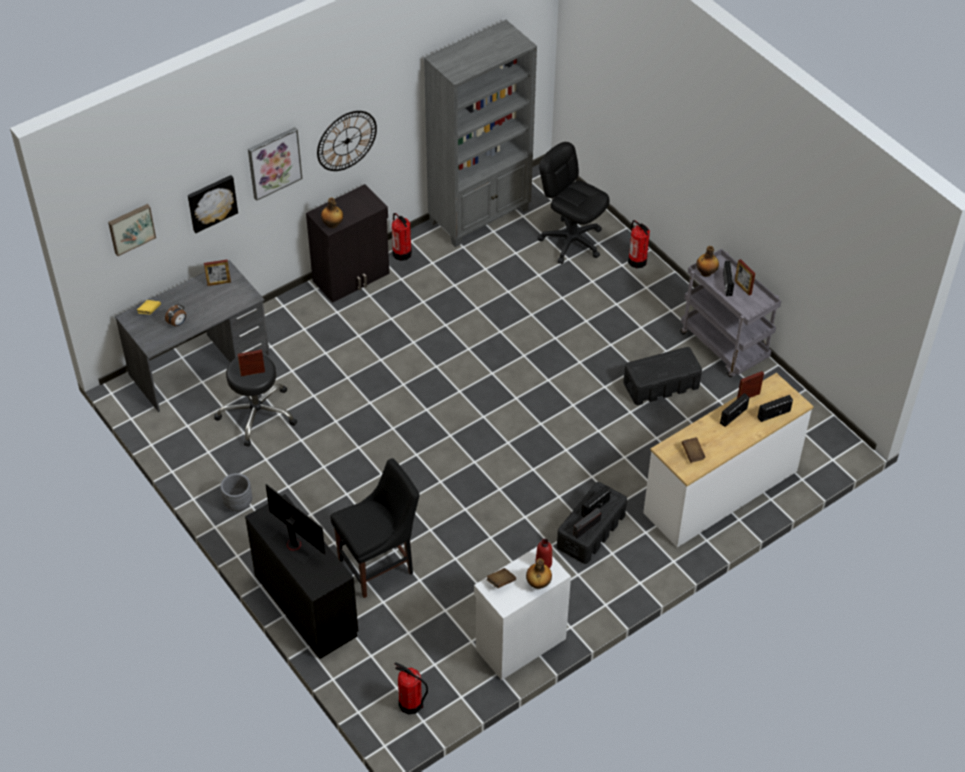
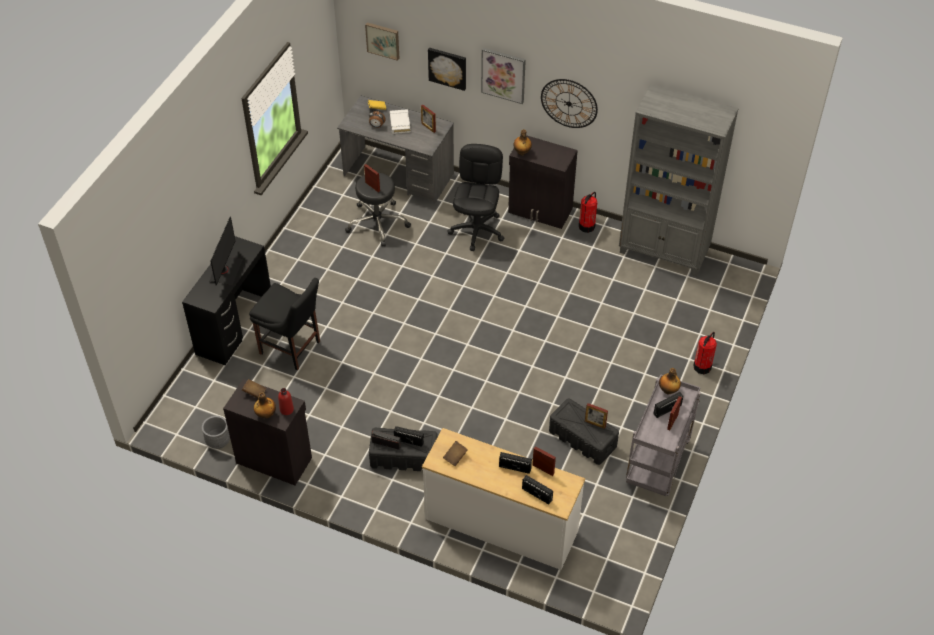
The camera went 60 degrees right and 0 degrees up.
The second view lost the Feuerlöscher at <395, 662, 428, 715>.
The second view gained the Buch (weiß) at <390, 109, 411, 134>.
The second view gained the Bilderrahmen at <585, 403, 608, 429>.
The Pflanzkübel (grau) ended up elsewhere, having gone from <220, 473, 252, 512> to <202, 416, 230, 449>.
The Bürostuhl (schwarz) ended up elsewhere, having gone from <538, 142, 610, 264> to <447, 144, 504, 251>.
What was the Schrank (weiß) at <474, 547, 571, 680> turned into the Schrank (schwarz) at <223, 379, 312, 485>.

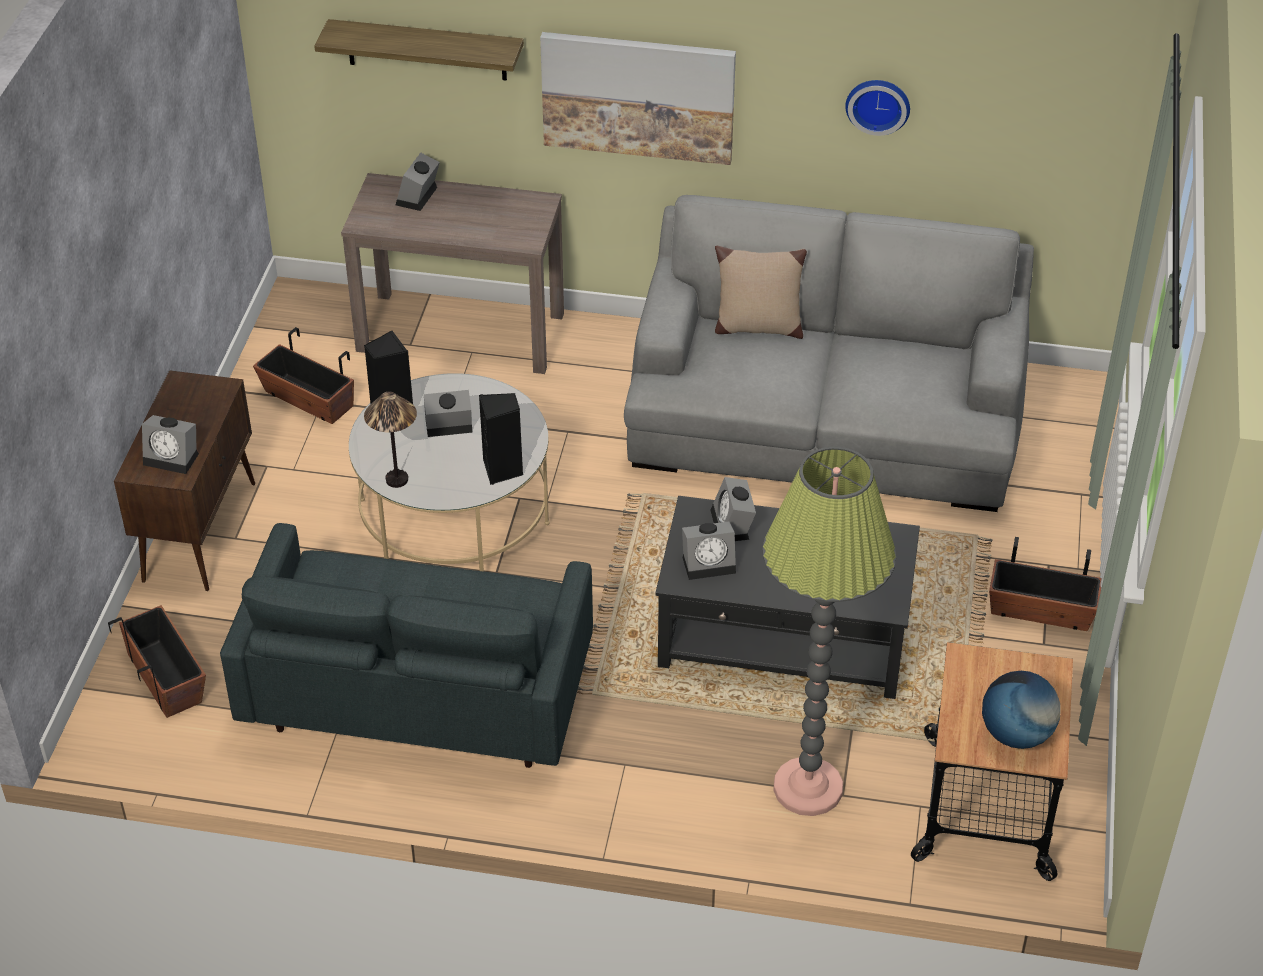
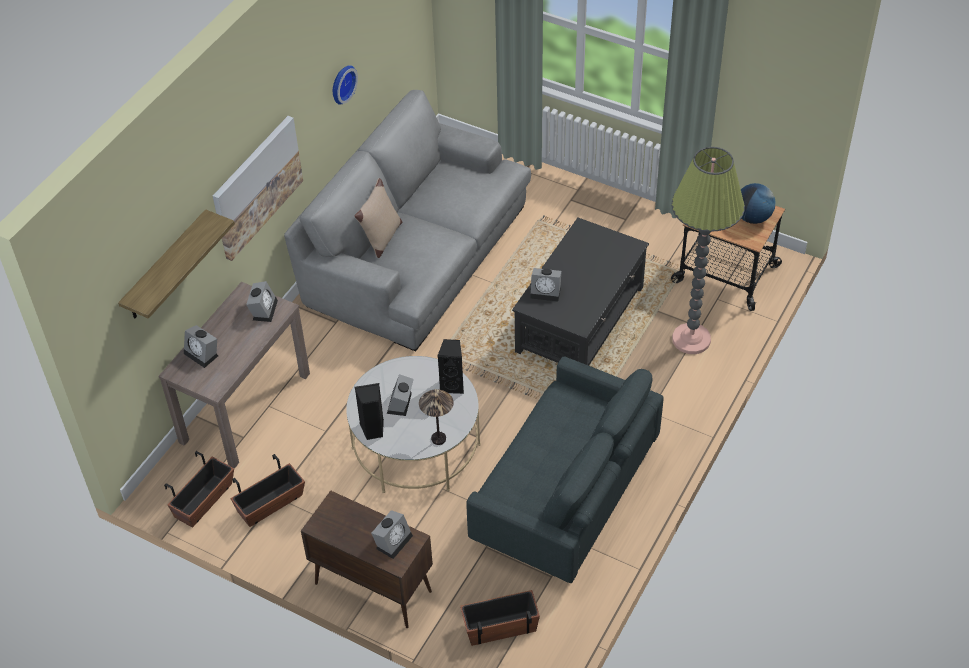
The camera went 70 degrees left and 5 degrees up.
The Wecker ended up elsewhere, having gone from <682, 521, 736, 580> to <246, 281, 278, 322>.
The Pflanzkübel ended up elsewhere, having gone from <989, 537, 1102, 631> to <164, 451, 234, 528>.

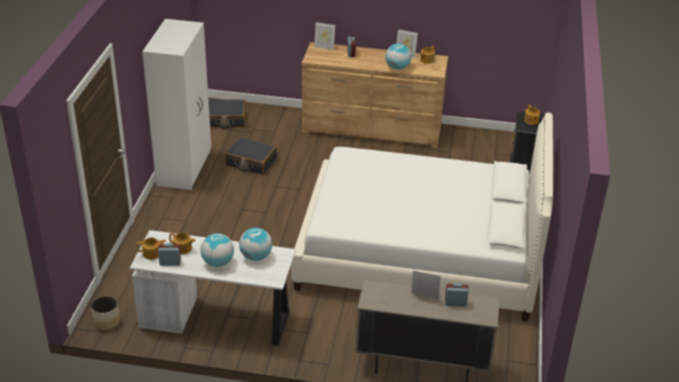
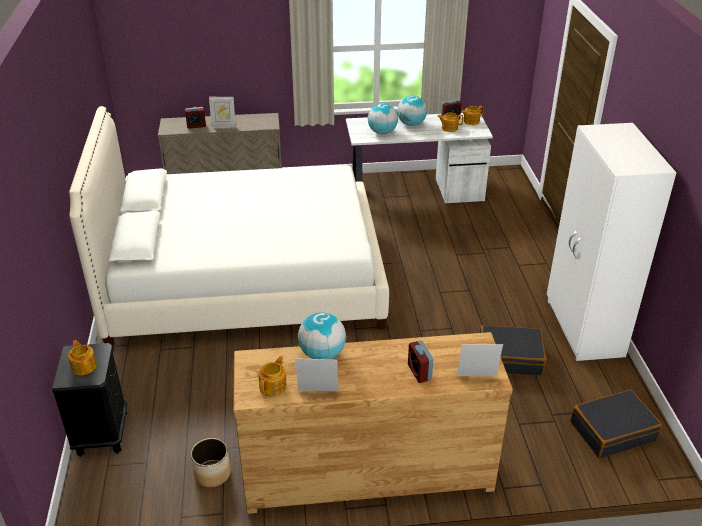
The camera went 165 degrees right and 0 degrees up.
The Pflanzkübel ended up elsewhere, having gone from <91, 296, 120, 330> to <191, 438, 231, 487>.

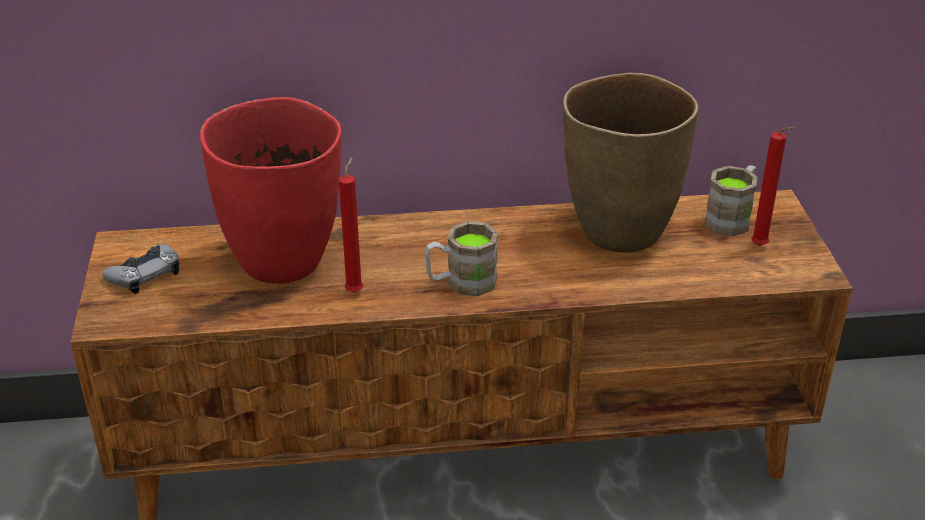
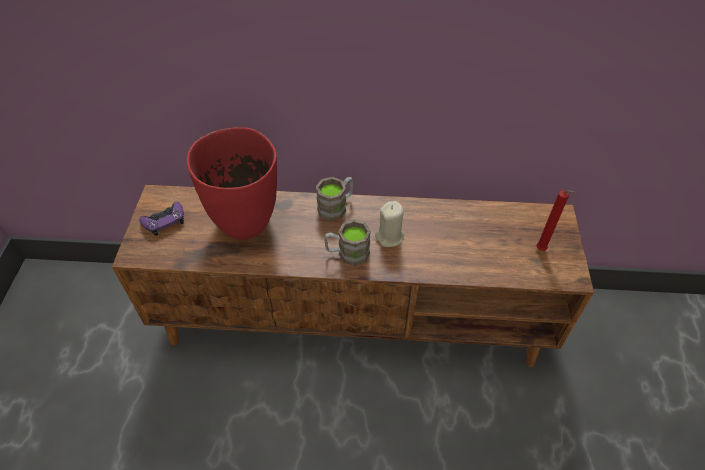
The camera went 10 degrees right and 15 degrees up.
The second view lost the Kerze (rot) at <339, 157, 363, 293>.
The second view lost the Vase (braun) at <563, 73, 698, 253>.
The second view gained the Kerze (beige) at <375, 201, 404, 247>.
The Henkelbecher (braun) ended up elsewhere, having gone from <704, 165, 758, 236> to <316, 177, 353, 221>.
What was the Gamepad (grau) at <102, 244, 179, 294> turned into the Gamepad (lila) at <139, 202, 184, 236>.

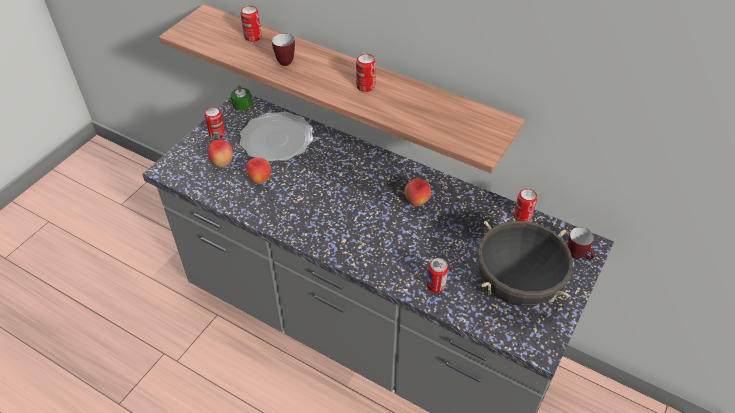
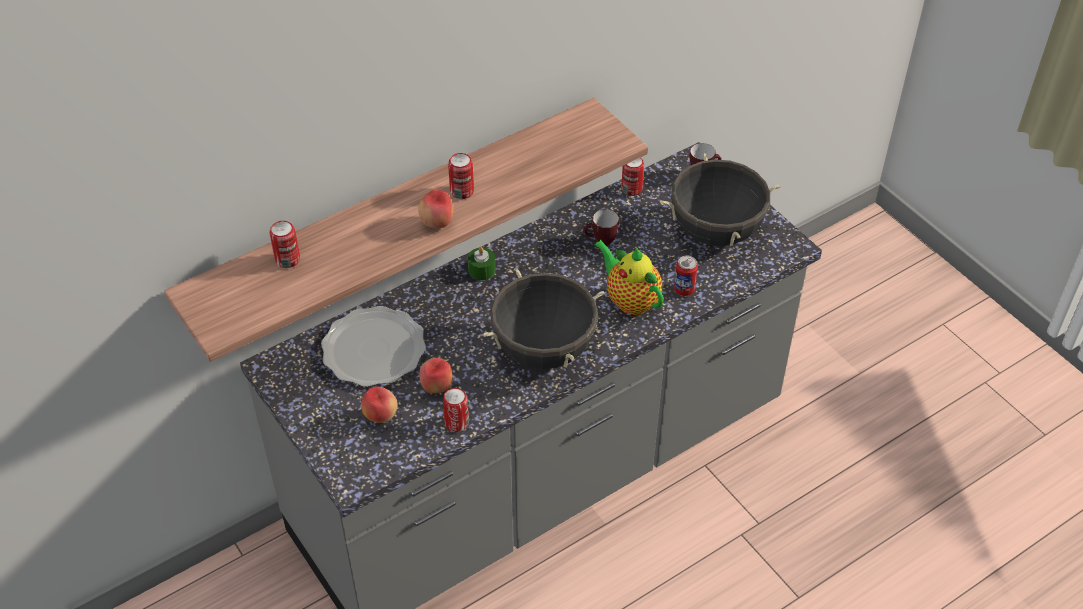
The camera went 65 degrees left and 0 degrees up.
The second view gained the Kochtopf (schwarz) at <483, 269, 604, 369>.
The second view gained the Teekanne at <594, 240, 663, 315>.
The Dose ended up elsewhere, having gone from <205, 107, 225, 139> to <443, 388, 469, 432>.
The Kerze (grün) ended up elsewhere, having gone from <231, 85, 252, 111> to <468, 247, 496, 280>.
The Henkelbecher ended up elsewhere, having gone from <272, 33, 295, 66> to <584, 209, 619, 246>.
The Apfel ended up elsewhere, having gone from <404, 178, 431, 206> to <418, 190, 453, 228>.

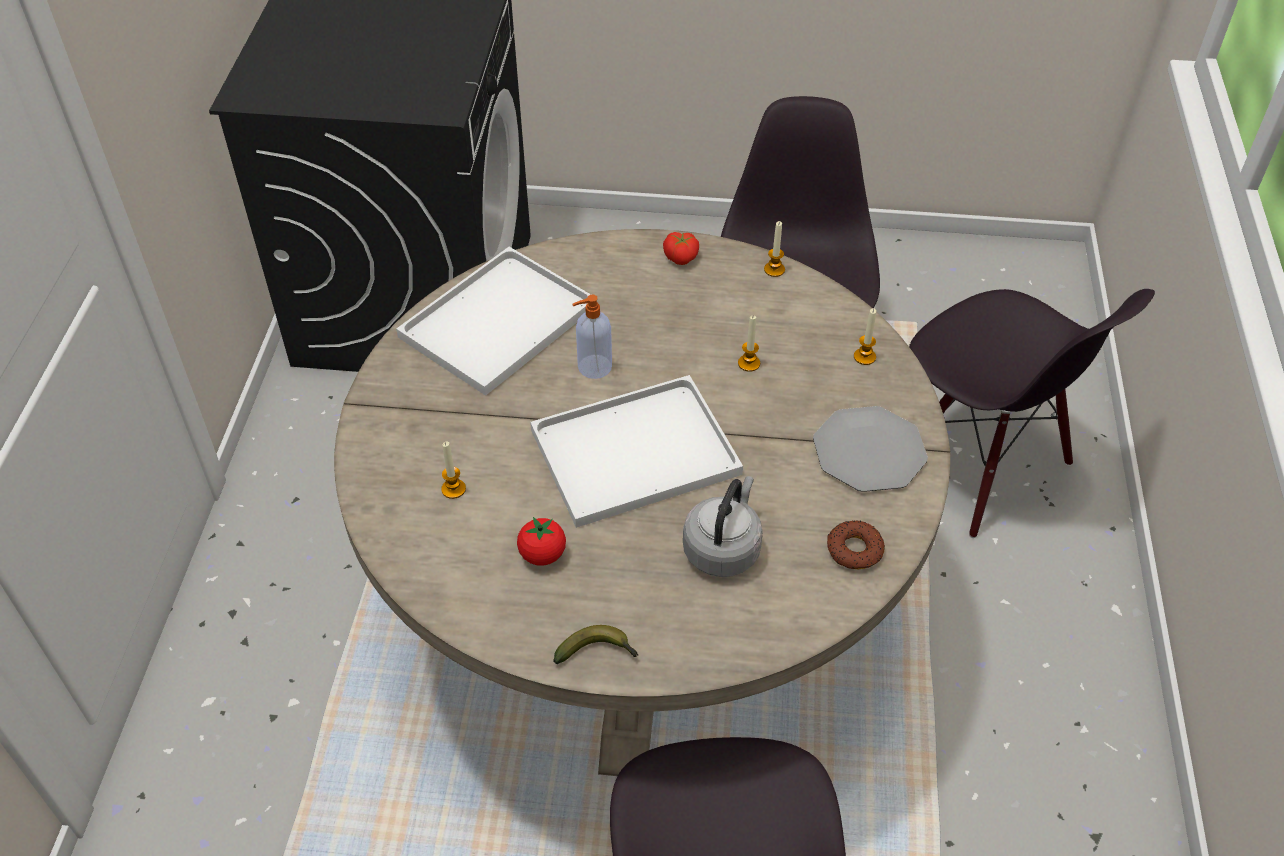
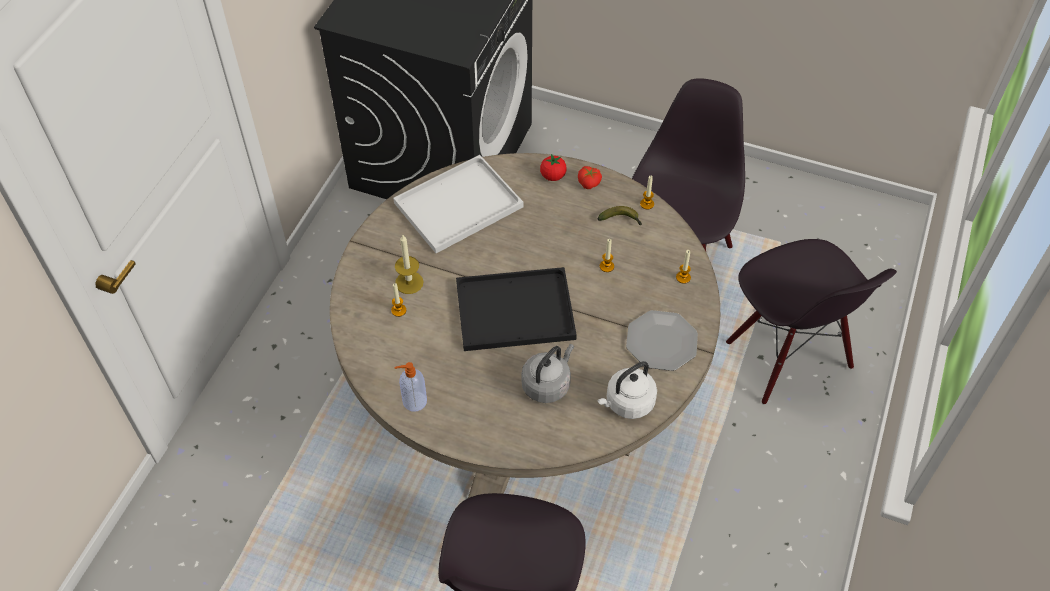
The camera went 15 degrees right and 5 degrees up.
The second view gained the Kerze at <395, 234, 423, 294>.
The Tomate ended up elsewhere, having gone from <517, 517, 566, 566> to <540, 154, 567, 181>.
The Banane ended up elsewhere, having gone from <553, 625, 638, 664> to <598, 206, 642, 225>.
The Seifenspender ended up elsewhere, having gone from <572, 295, 612, 379> to <394, 362, 427, 411>.
Where the Donut stood at <827, 520, 885, 569>, the Wasserkessel (weiß) came to stand at <597, 361, 657, 419>.
What was the Tablett (weiß) at <530, 375, 743, 528> turned into the Tablett (schwarz) at <456, 267, 577, 351>.

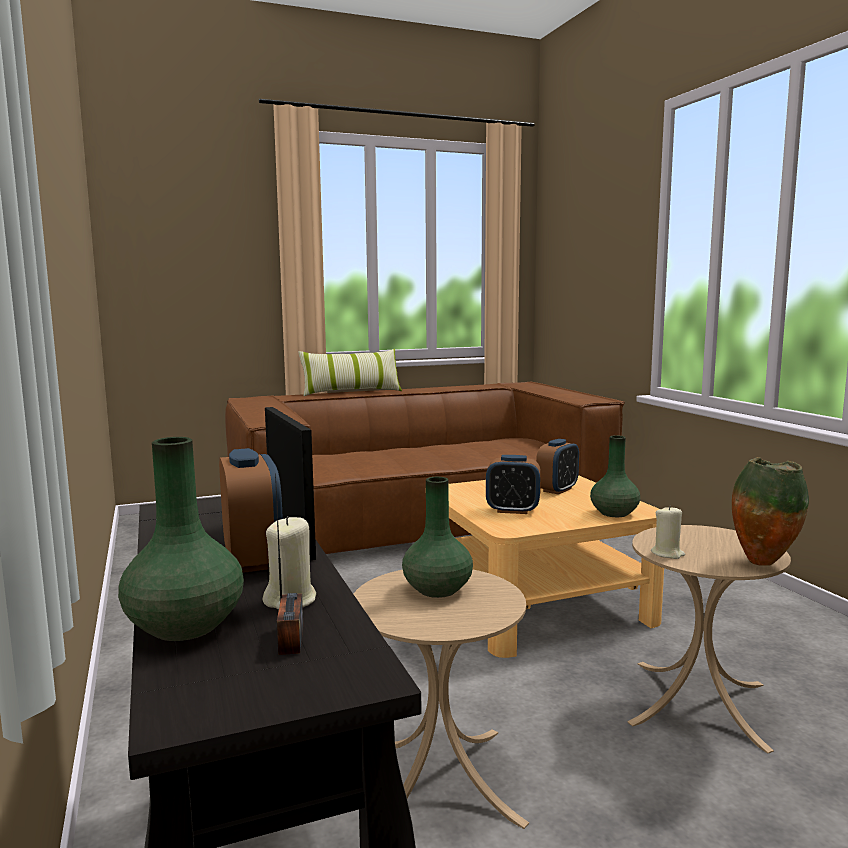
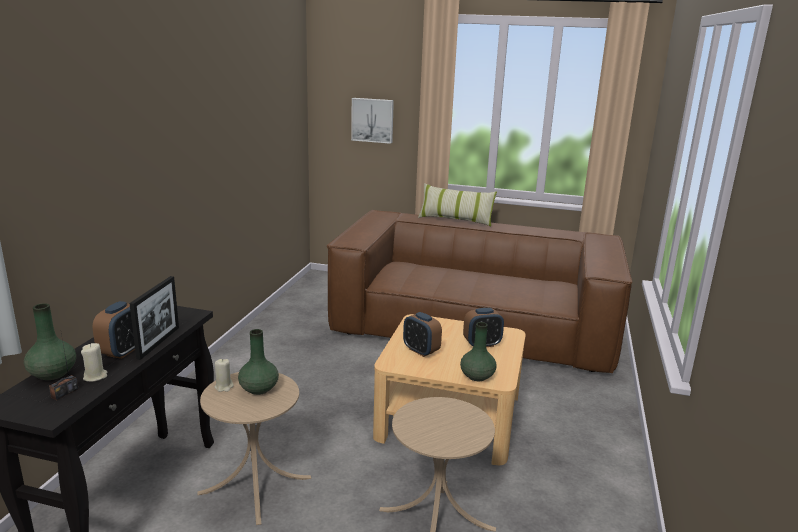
The camera went 35 degrees right and 10 degrees up.
The second view lost the Vase at <732, 457, 809, 566>.
The second view gained the Bild at <351, 98, 394, 144>.
The Kerze (beige) ended up elsewhere, having gone from <651, 506, 685, 559> to <214, 359, 234, 392>.

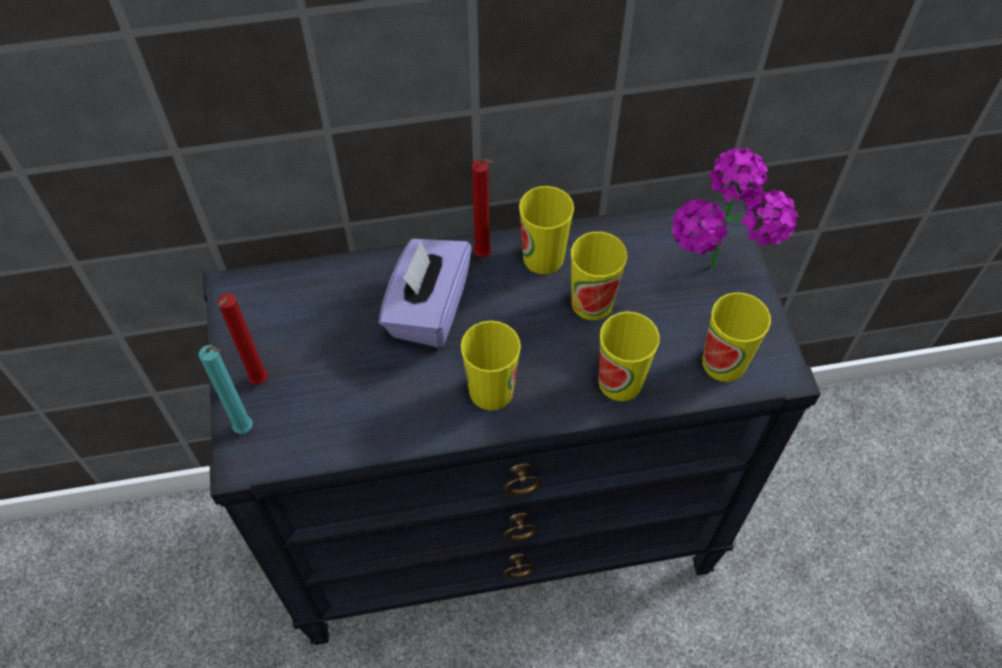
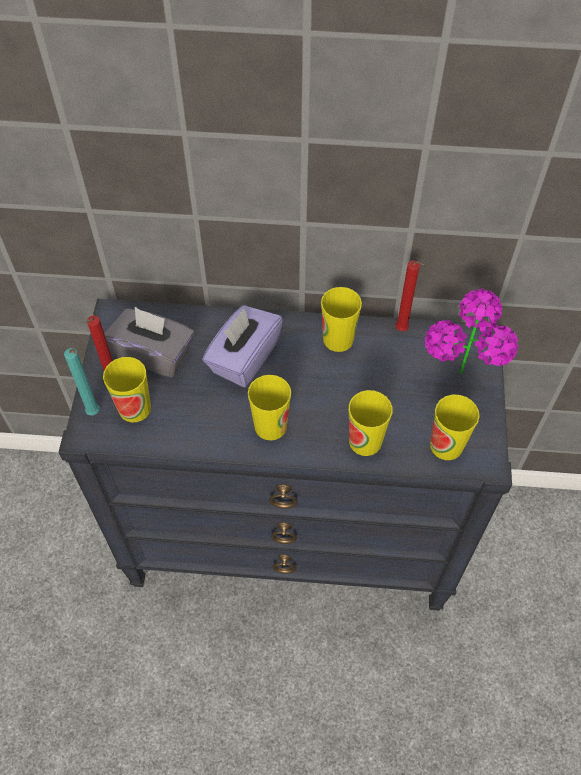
The camera went 15 degrees right and 0 degrees up.
The second view gained the Taschentuchbox (grau) at <104, 307, 194, 378>.
The Kerze (rot) ended up elsewhere, having gone from <472, 159, 494, 257> to <395, 260, 424, 331>.
The Tasse ended up elsewhere, having gone from <571, 232, 627, 320> to <103, 357, 151, 422>.

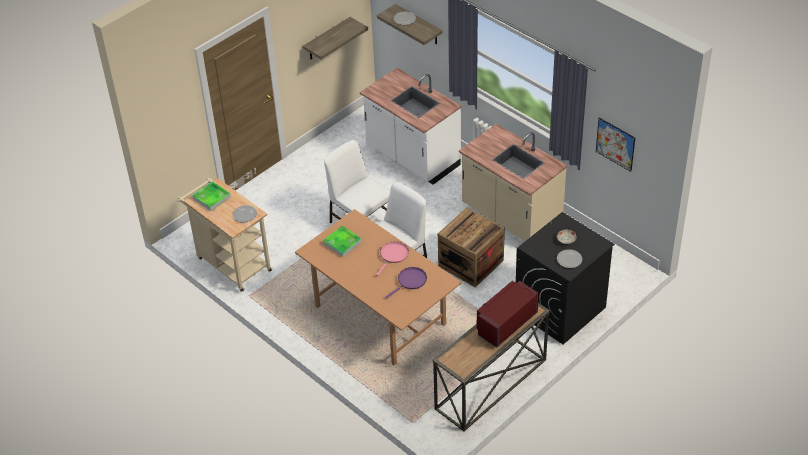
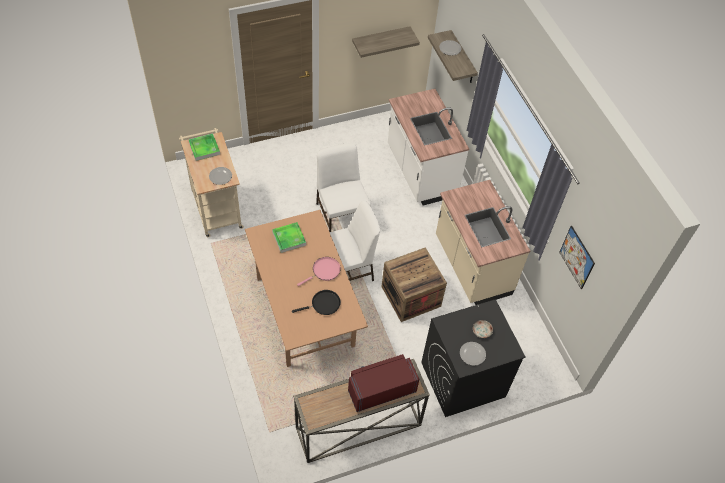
The camera went 20 degrees right and 10 degrees up.
What was the Pfanne (lila) at <386, 267, 427, 298> turned into the Pfanne (schwarz) at <292, 290, 341, 315>.

